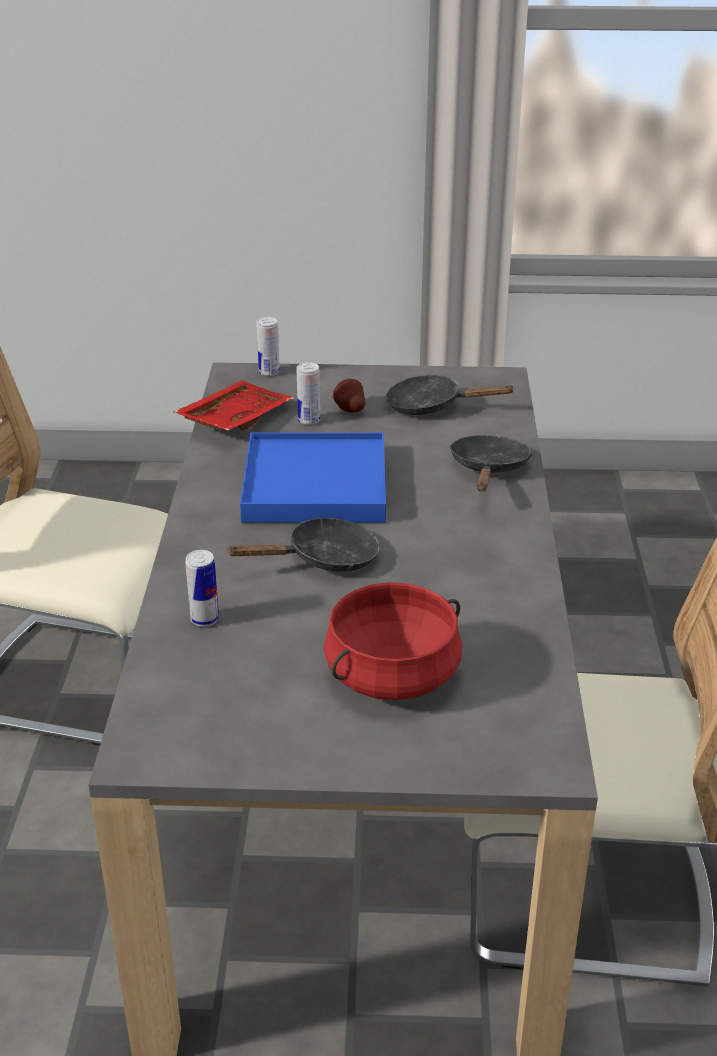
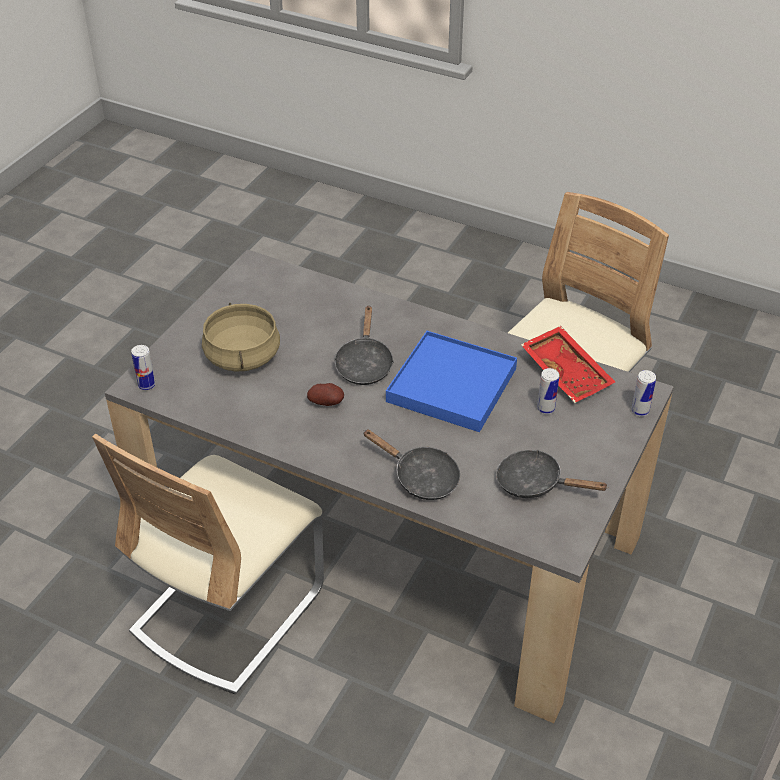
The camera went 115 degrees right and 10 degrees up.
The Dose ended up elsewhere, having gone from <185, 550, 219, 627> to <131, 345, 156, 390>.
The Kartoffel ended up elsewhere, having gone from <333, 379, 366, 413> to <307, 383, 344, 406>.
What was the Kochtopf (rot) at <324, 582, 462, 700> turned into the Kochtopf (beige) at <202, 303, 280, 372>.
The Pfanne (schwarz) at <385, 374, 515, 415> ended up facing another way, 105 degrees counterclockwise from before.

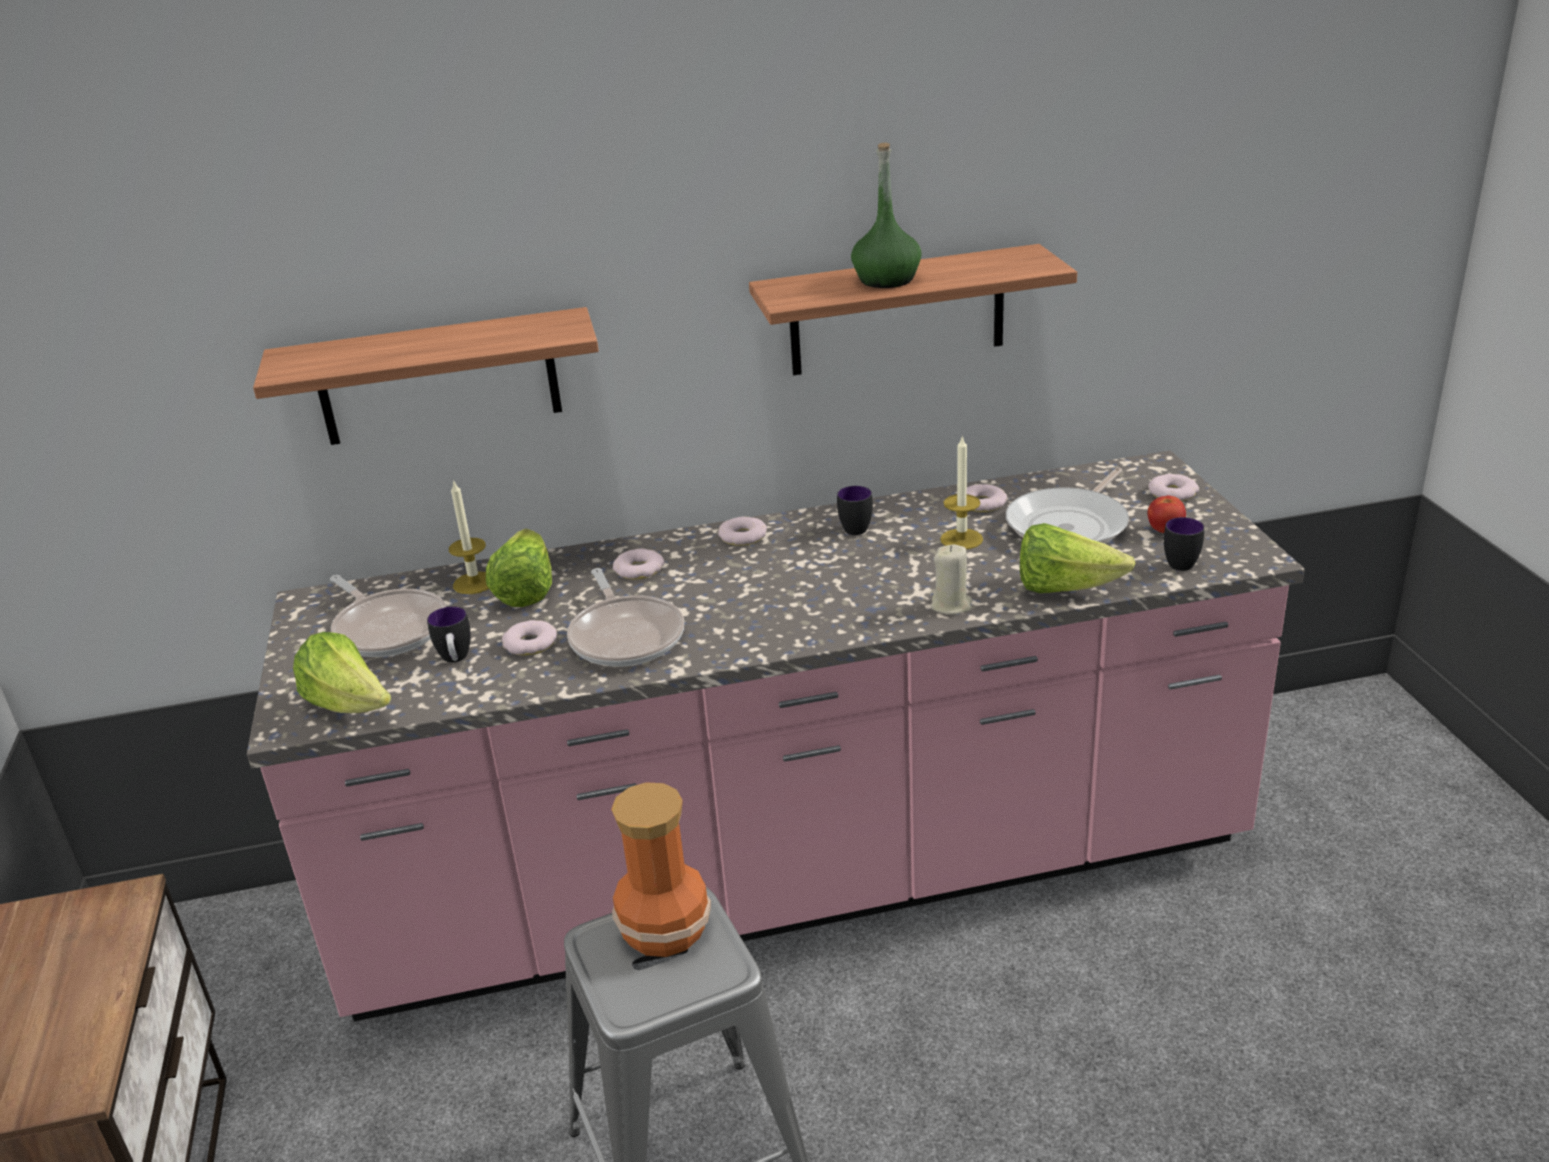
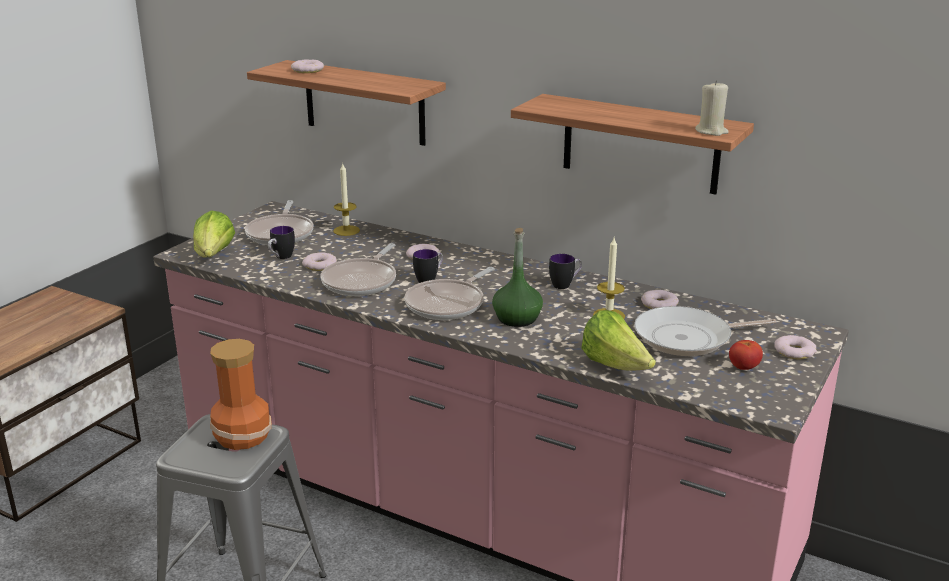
The camera went 40 degrees right and 5 degrees down.
The second view lost the Salatkopf at <486, 528, 552, 607>.
The second view gained the Pfanne at <405, 267, 495, 320>.
The Donut ended up elsewhere, having gone from <718, 517, 767, 546> to <291, 59, 324, 73>.
The Flasche (grün) ended up elsewhere, having gone from <851, 143, 922, 288> to <492, 228, 543, 327>.
The Kerze (beige) ended up elsewhere, having gone from <931, 545, 972, 615> to <695, 80, 729, 136>.
The Henkelbecher ended up elsewhere, having gone from <1164, 517, 1204, 571> to <413, 249, 443, 283>.

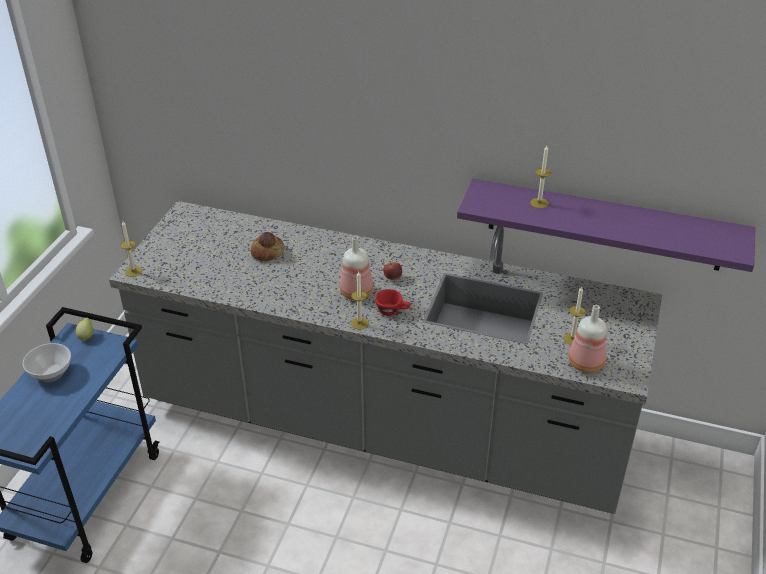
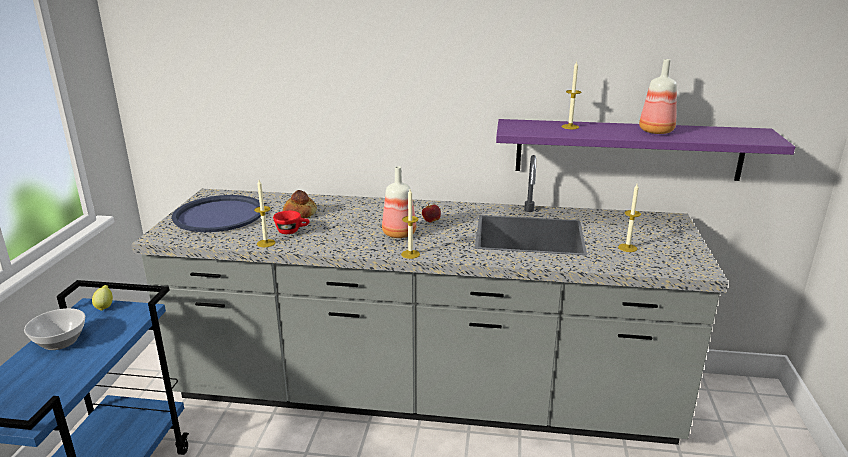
The camera went 10 degrees left and 15 degrees down.
The second view gained the Tablett (blau) at <172, 195, 261, 232>.
The Kerze ended up elsewhere, having gone from <121, 221, 142, 277> to <254, 180, 275, 247>.
The Tasse (rot) ended up elsewhere, having gone from <375, 289, 411, 316> to <273, 211, 310, 234>.
The Flasche ended up elsewhere, having gone from <568, 305, 606, 373> to <639, 59, 677, 134>.

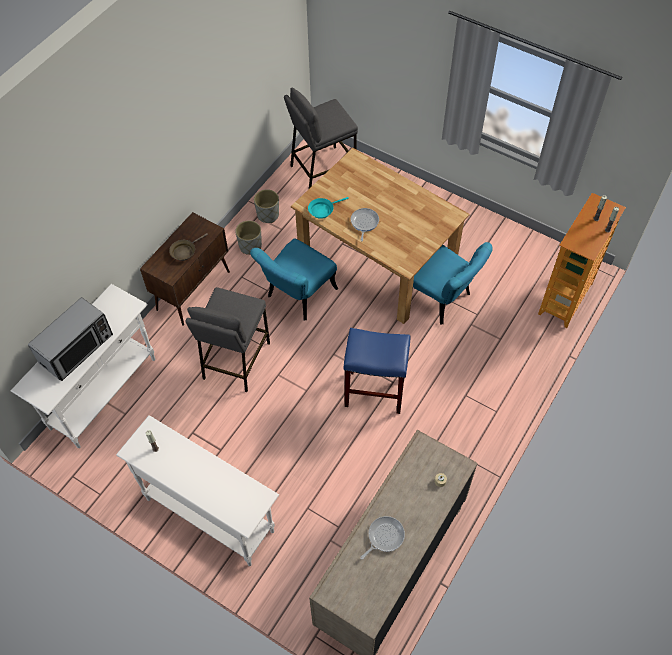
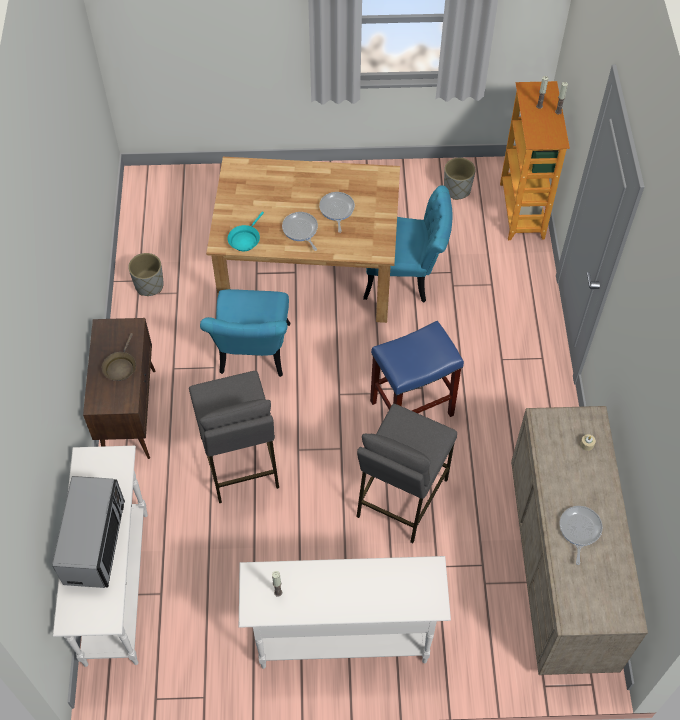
The camera went 35 degrees left and 0 degrees up.
The second view gained the Pfanne at <319, 192, 355, 233>.
The Pflanzkübel (grau) ended up elsewhere, having gone from <235, 221, 262, 255> to <444, 158, 475, 200>.
The Hocker (grau) ended up elsewhere, having gone from <284, 88, 358, 188> to <356, 404, 457, 543>.

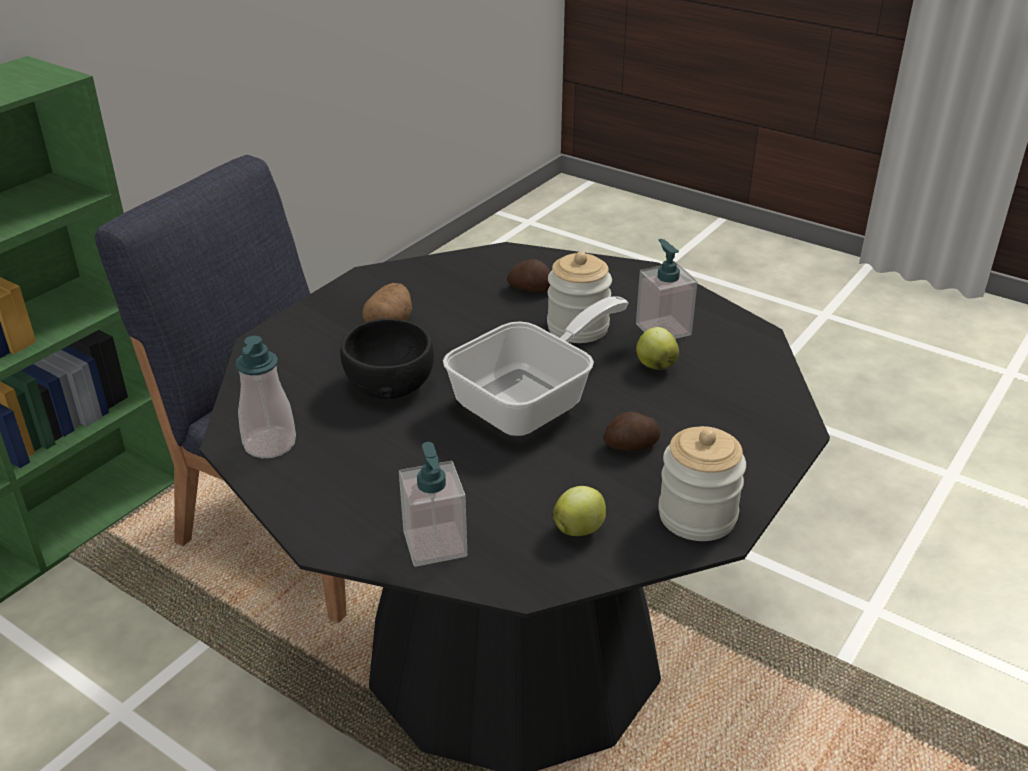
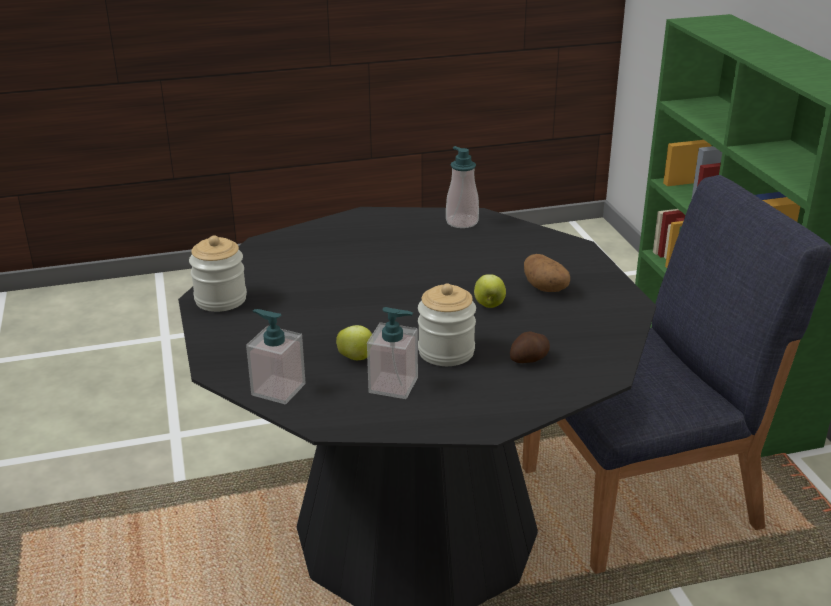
The camera went 130 degrees right and 5 degrees down.
The second view lost the Schüssel (schwarz) at <340, 318, 434, 399>.
The second view lost the Pfanne at <443, 296, 628, 436>.
The second view lost the Kartoffel at <603, 412, 661, 451>.
The Seifenspender ended up elsewhere, having gone from <399, 442, 467, 567> to <246, 309, 306, 404>.
The Apfel ended up elsewhere, having gone from <553, 486, 606, 536> to <474, 274, 506, 308>.

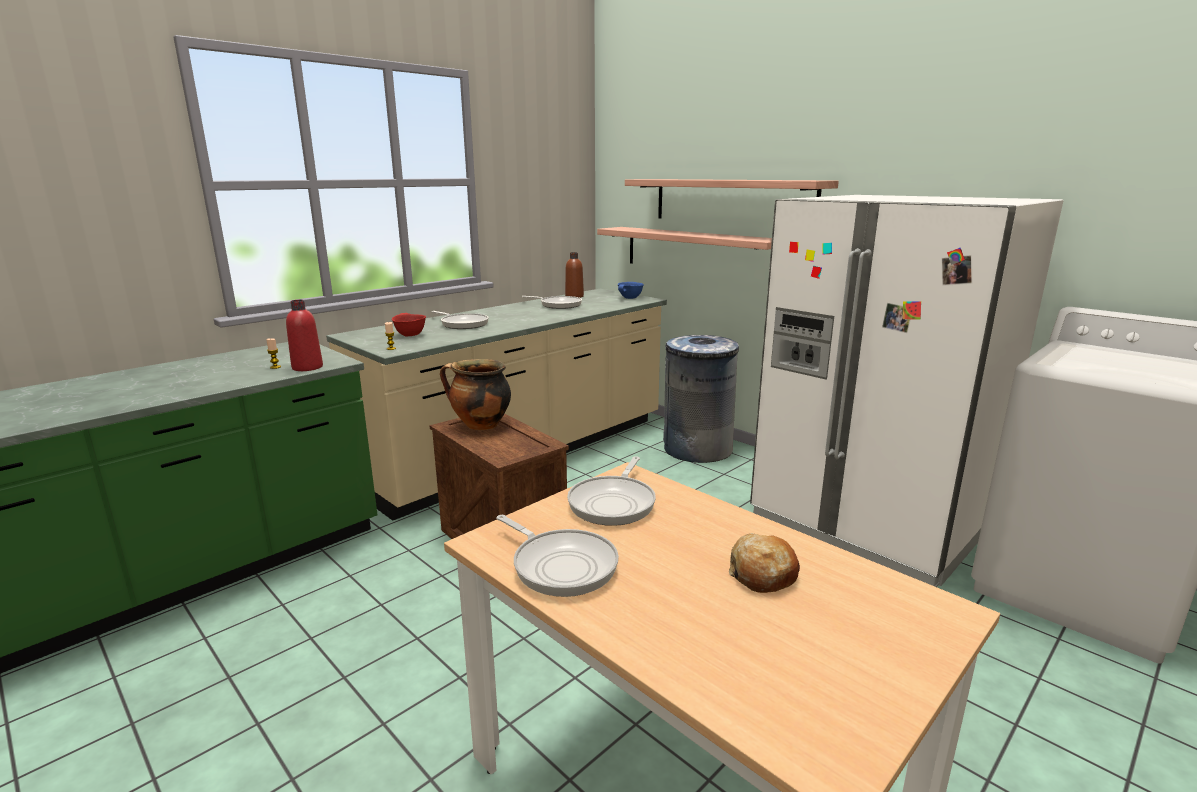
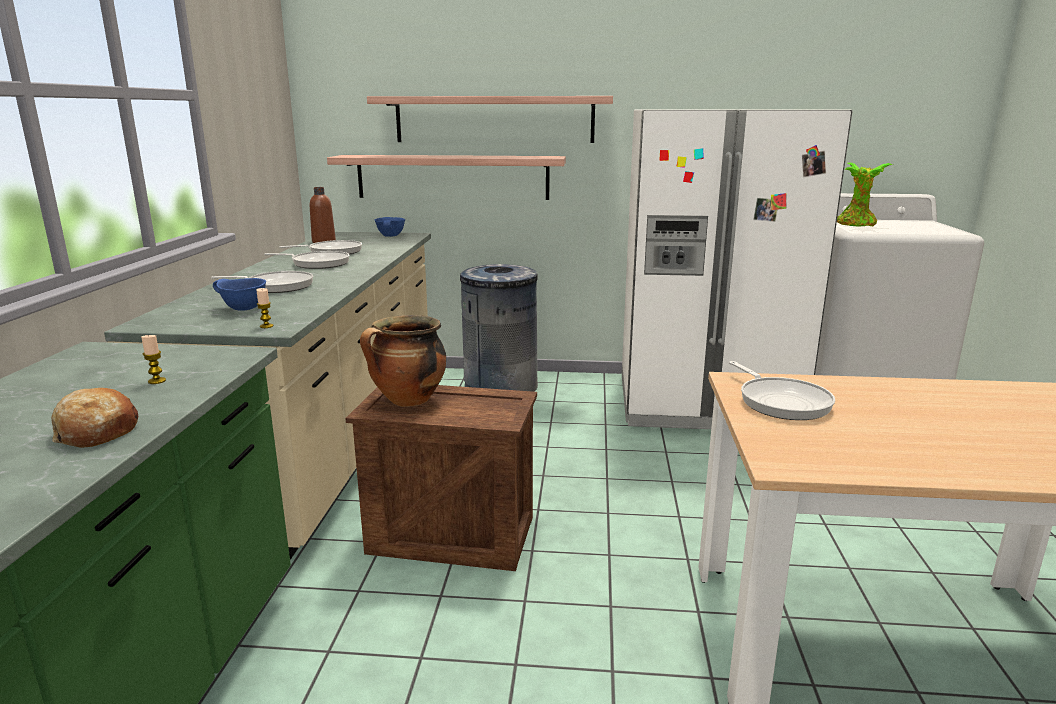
The camera went 40 degrees left and 0 degrees up.
The second view lost the Flasche (rot) at <286, 300, 323, 371>.
The second view gained the Topfpflanze at <837, 163, 893, 227>.
The Pfanne ended up elsewhere, having gone from <496, 515, 619, 597> to <264, 251, 350, 269>.
The Brot ended up elsewhere, having gone from <729, 533, 800, 593> to <51, 388, 138, 448>.
What was the Schüssel (rot) at <392, 313, 426, 336> turned into the Schüssel (blau) at <213, 278, 266, 311>.

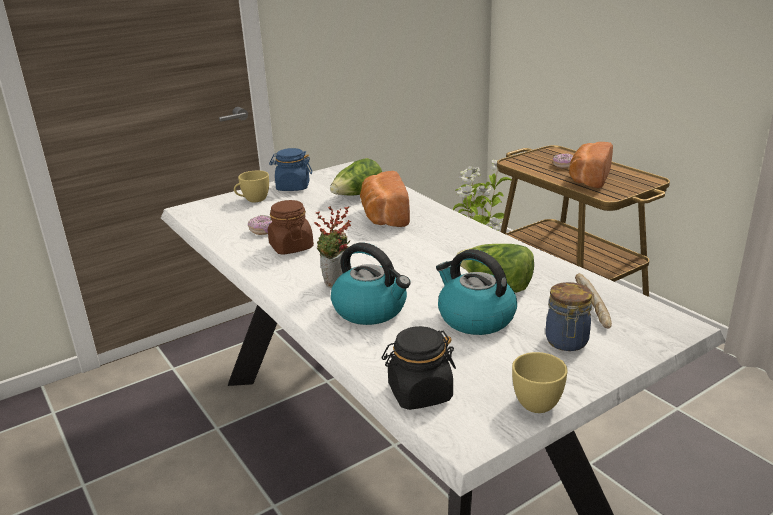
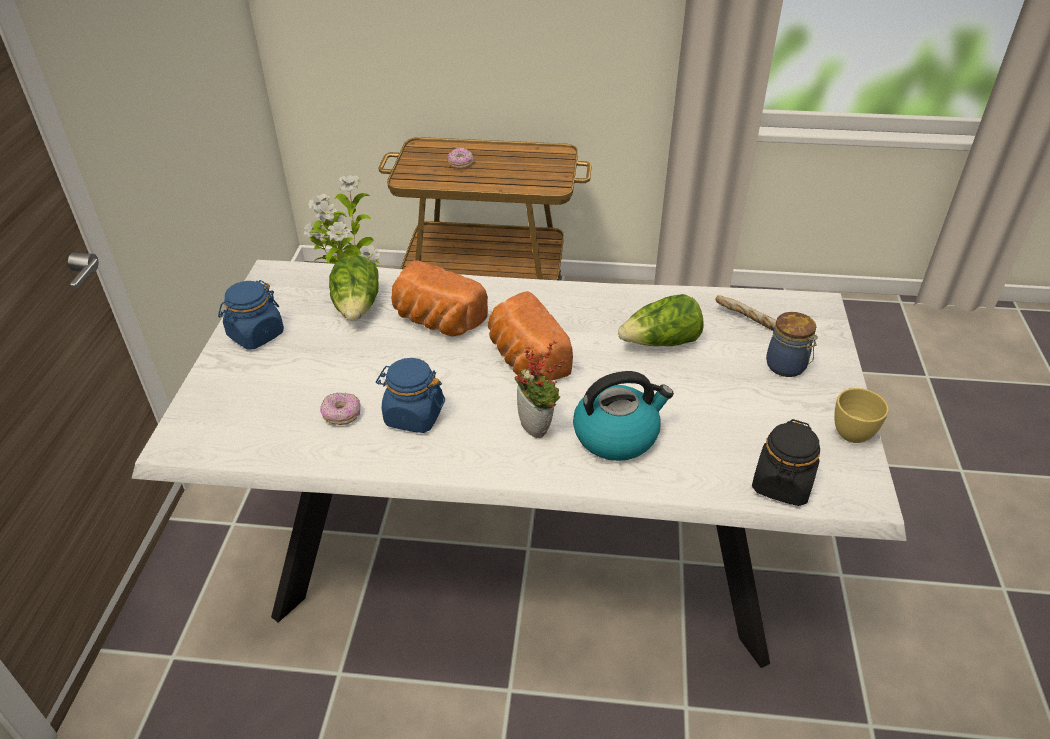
The camera went 50 degrees left and 15 degrees up.
The second view lost the Tasse (gelb) at <234, 170, 269, 202>.
The second view lost the Wasserkessel at <436, 249, 517, 335>.
The Brot ended up elsewhere, having gone from <569, 142, 613, 188> to <488, 291, 573, 381>.
What was the Vorratsglas (braun) at <268, 200, 314, 255> turned into the Vorratsglas (blau) at <376, 358, 445, 433>.

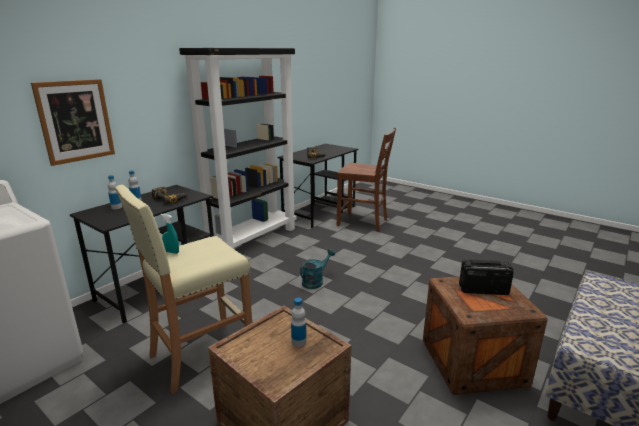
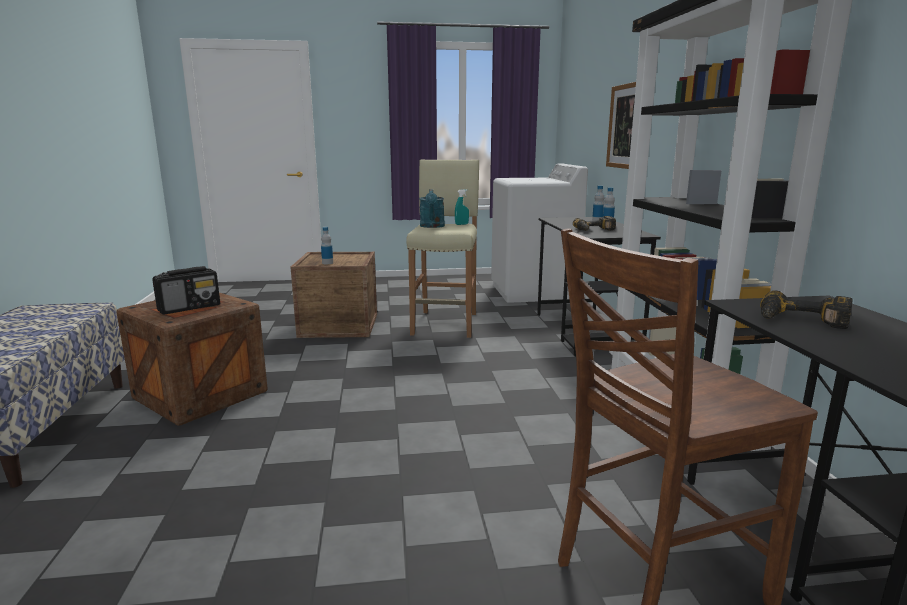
The camera went 135 degrees right and 5 degrees down.
The Gießkanne (türkis) ended up elsewhere, having gone from <300, 249, 335, 289> to <420, 189, 445, 228>.

